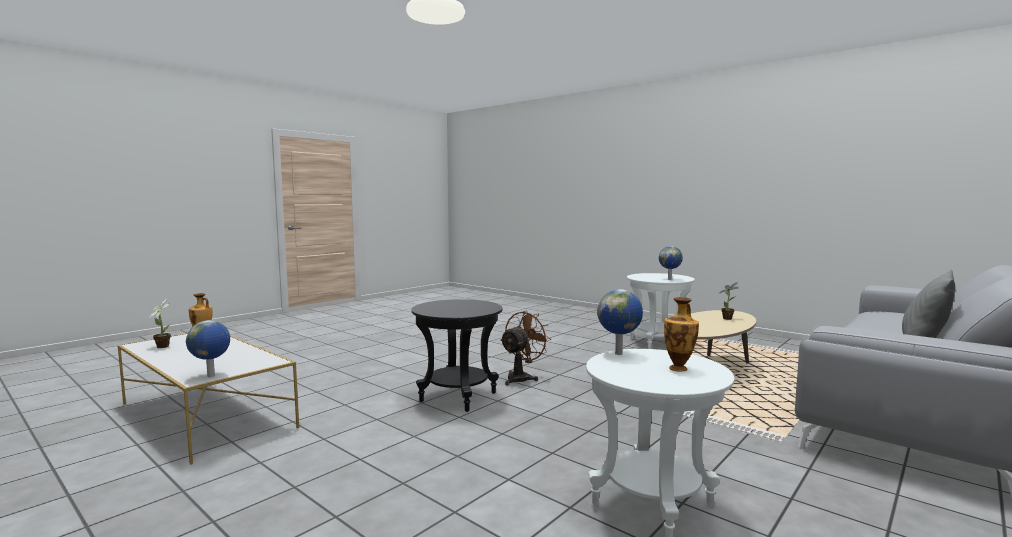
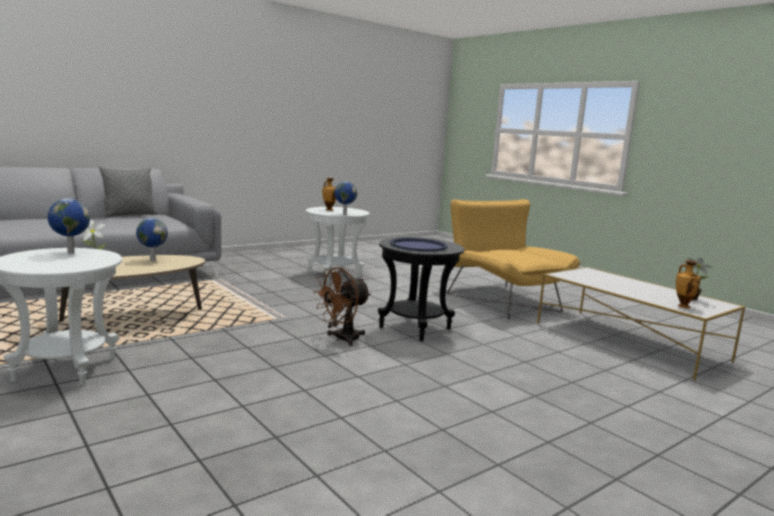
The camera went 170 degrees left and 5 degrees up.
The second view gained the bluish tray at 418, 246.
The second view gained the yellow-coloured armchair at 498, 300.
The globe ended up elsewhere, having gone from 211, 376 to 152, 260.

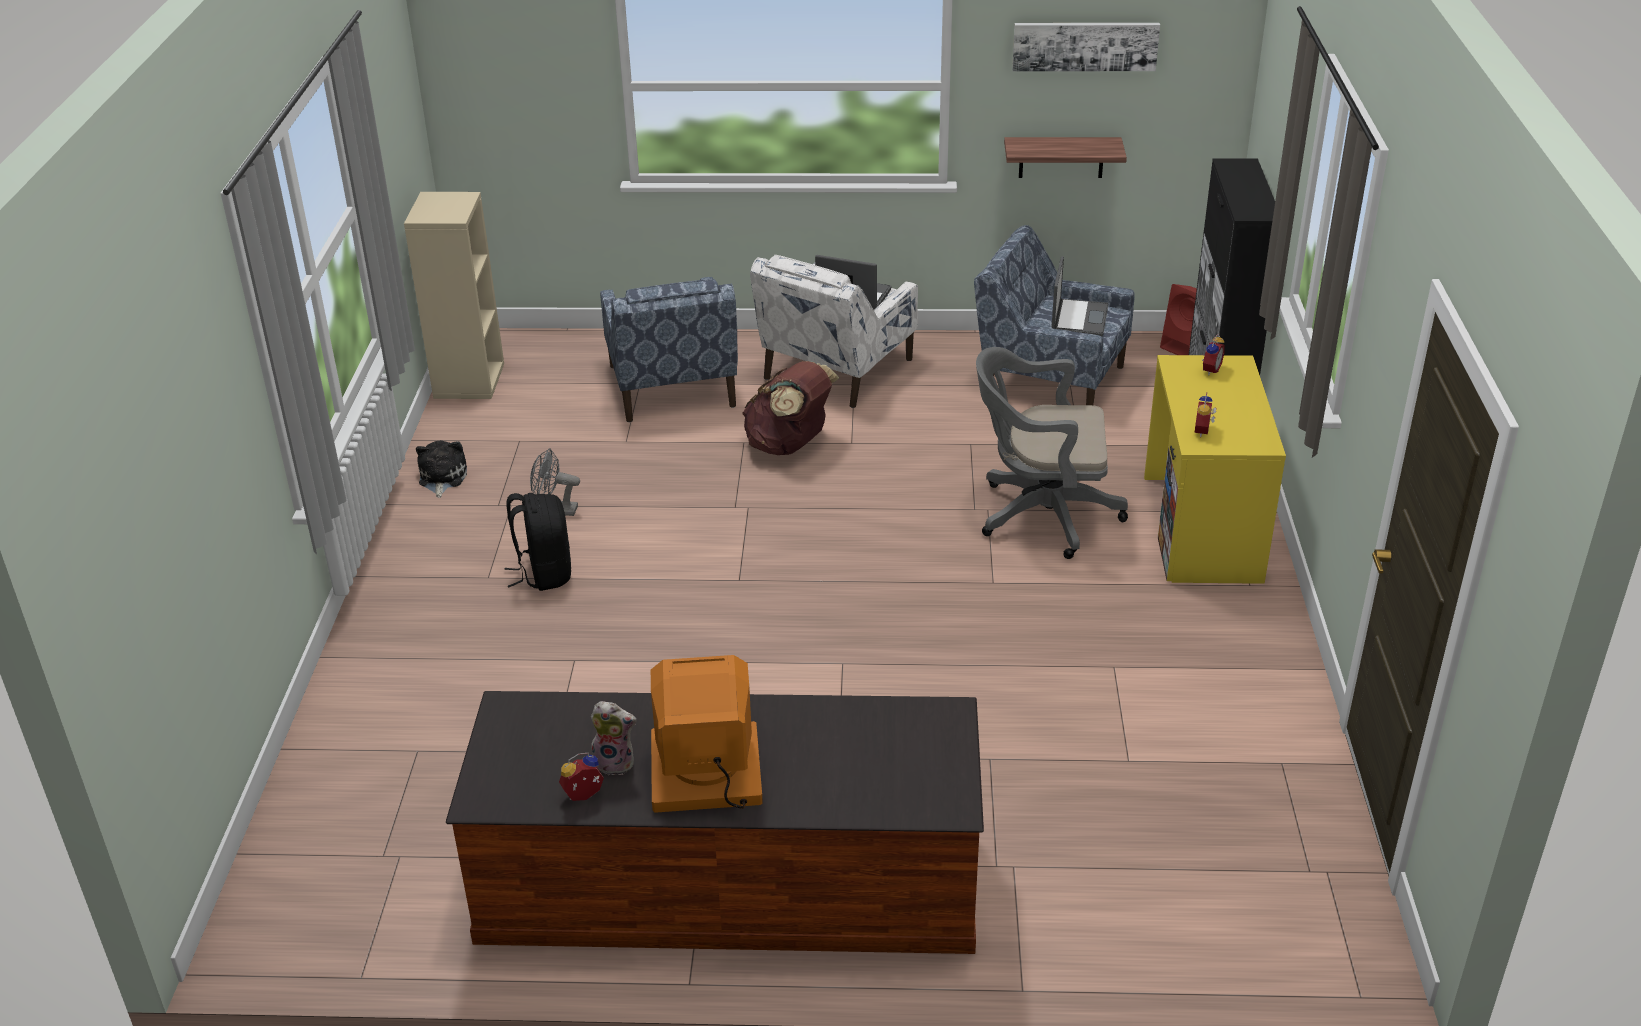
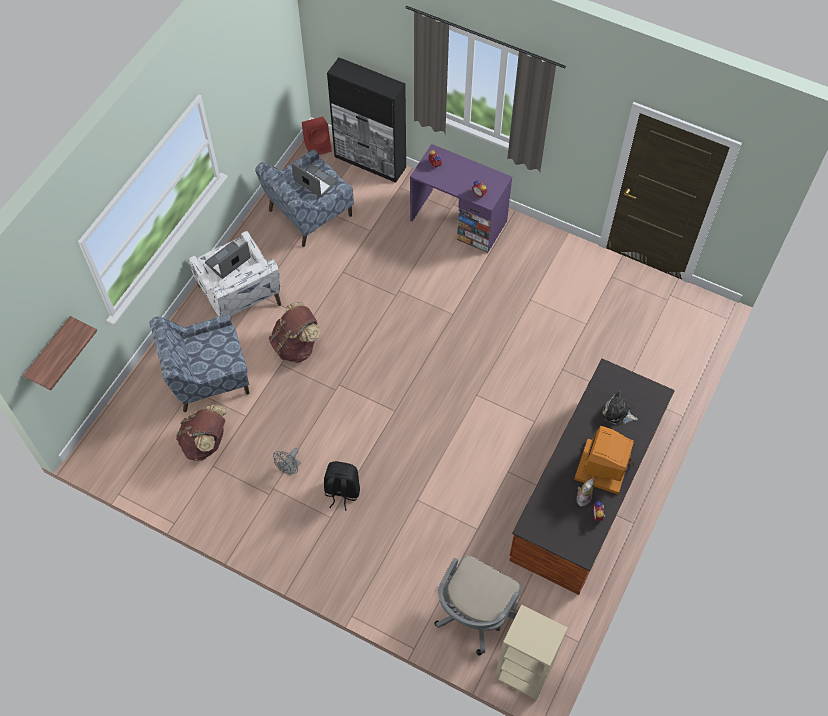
The camera went 65 degrees left and 25 degrees up.
The second view lost the wall picture at 1085, 45.
The second view gained the brownish backpack at 206, 443.
The beige-coloured shelving unit ended up elsewhere, having gone from 468, 380 to 523, 672.
The soft toy ended up elsewhere, having gone from 441, 478 to 617, 413.
The greyish computer chair ended up elsewhere, having gone from 1040, 515 to 474, 615.
The wall shelf ended up elsewhere, having gone from 1061, 157 to 50, 352.
What was the yellow-coloured desk table at 1202, 528 turned into the purple-coloured desk table at 458, 220.
The bluish armchair at 672, 388 ended up facing another way, 150 degrees clockwise from before.

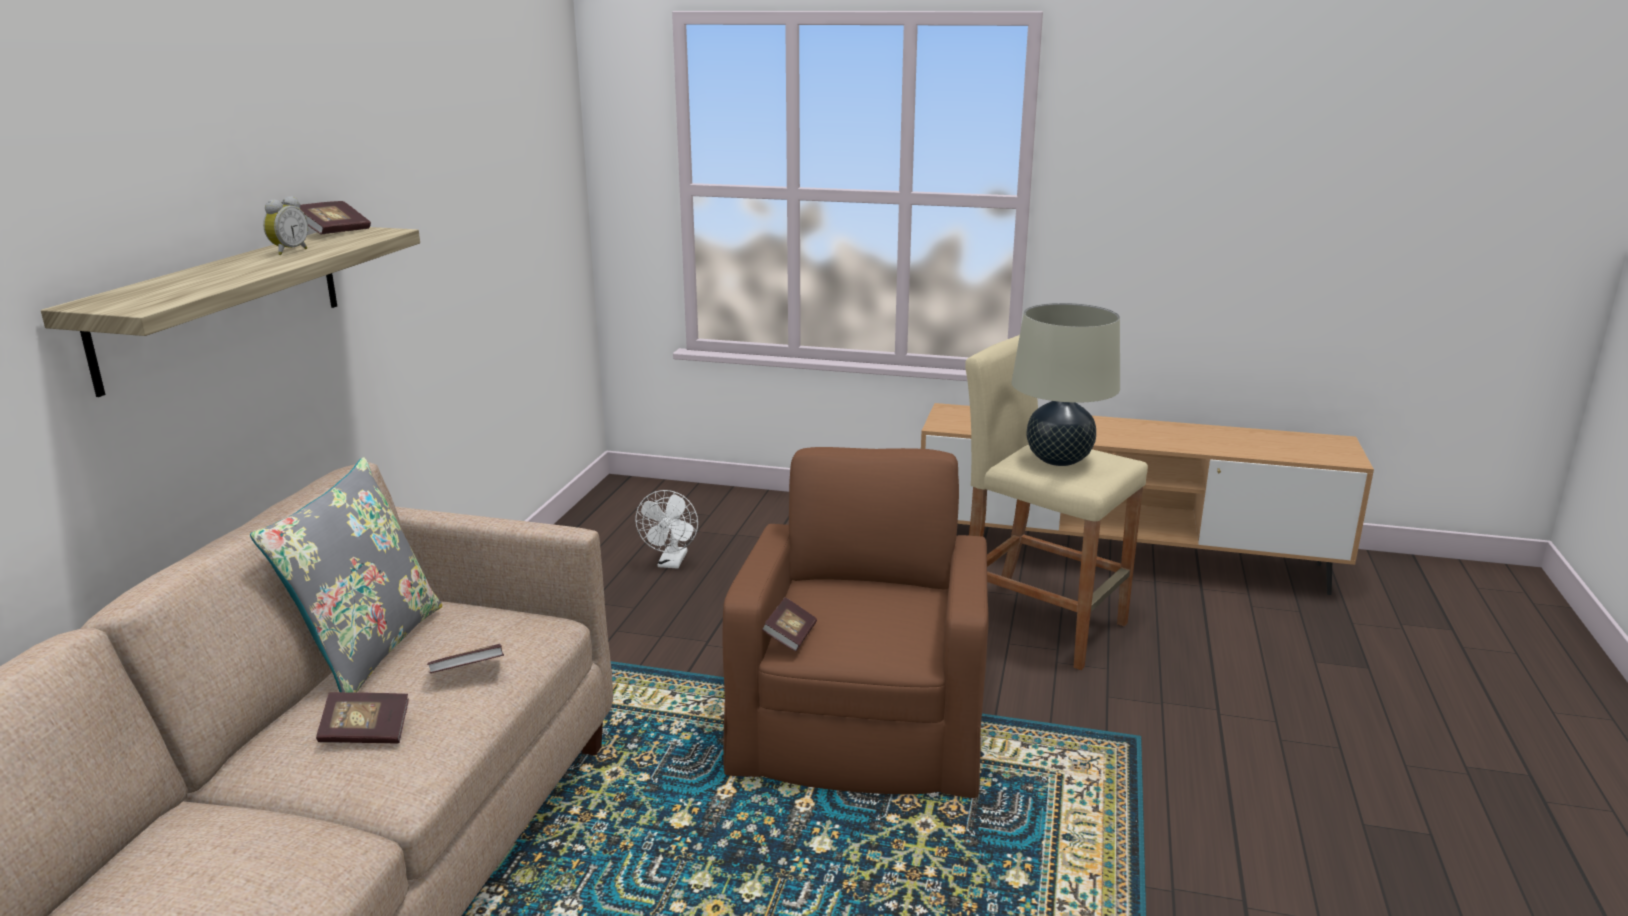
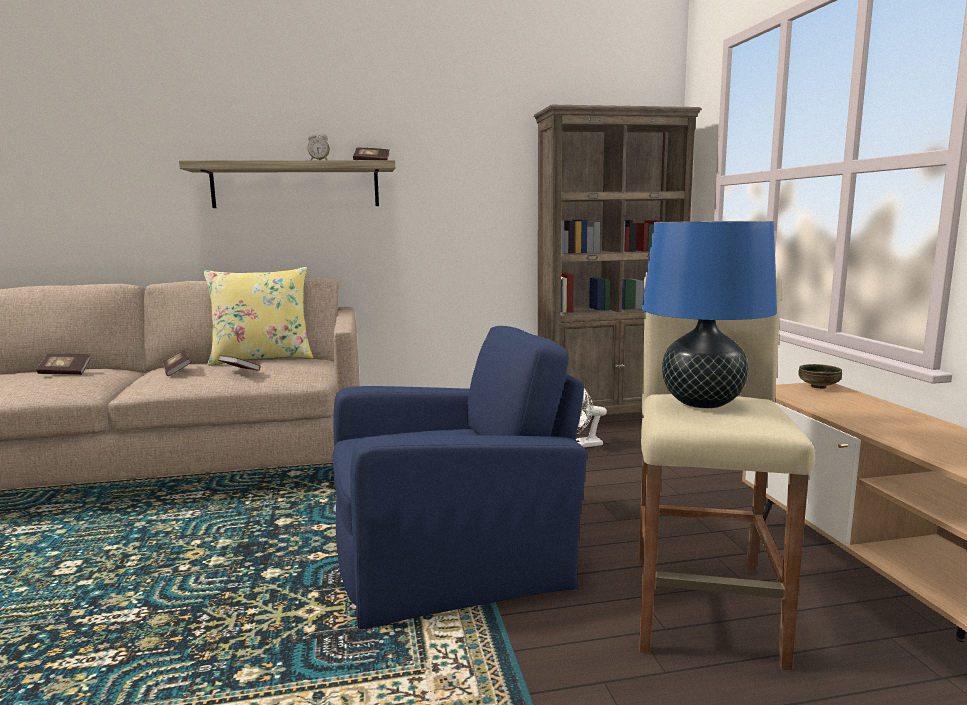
The camera went 65 degrees right and 10 degrees down.
The second view gained the brownish shelving unit at 609, 417.
The second view gained the serving bowl at 819, 387.
The book ended up elsewhere, having gone from 790, 636 to 65, 373.
What was the greyish cushion at 368, 649 turned into the yellow-coloured cushion at 262, 359.
What was the brownish armchair at 862, 714 turned into the bluish armchair at 451, 552.
What was the beige-coloured lamp for a table at 1058, 460 turned into the bluish lamp for a table at 702, 403.

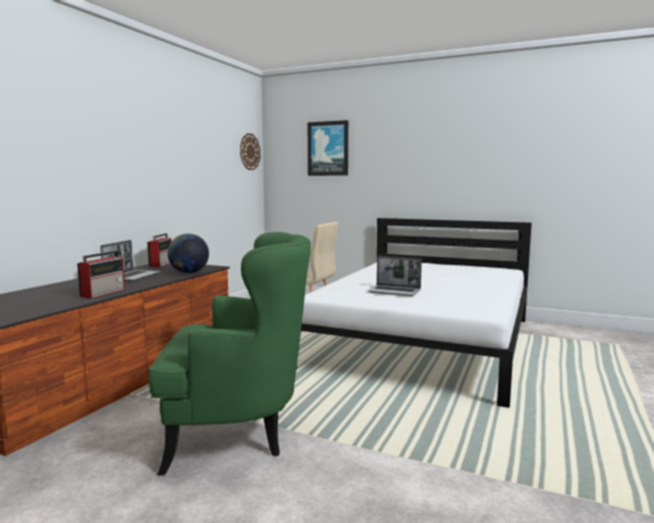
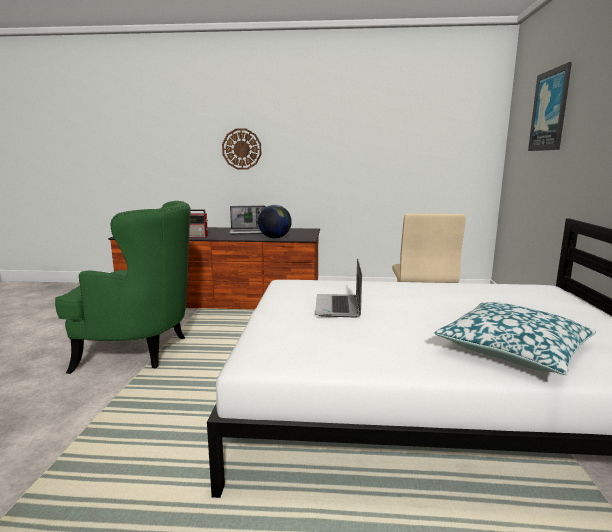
The camera went 70 degrees right and 5 degrees up.
The second view lost the radio receiver at 161, 264.
The second view gained the cushion at 513, 349.
The clock on the wall ended up elsewhere, having gone from 249, 151 to 241, 149.
The green armchair at 238, 432 ended up facing another way, 60 degrees counterclockwise from before.

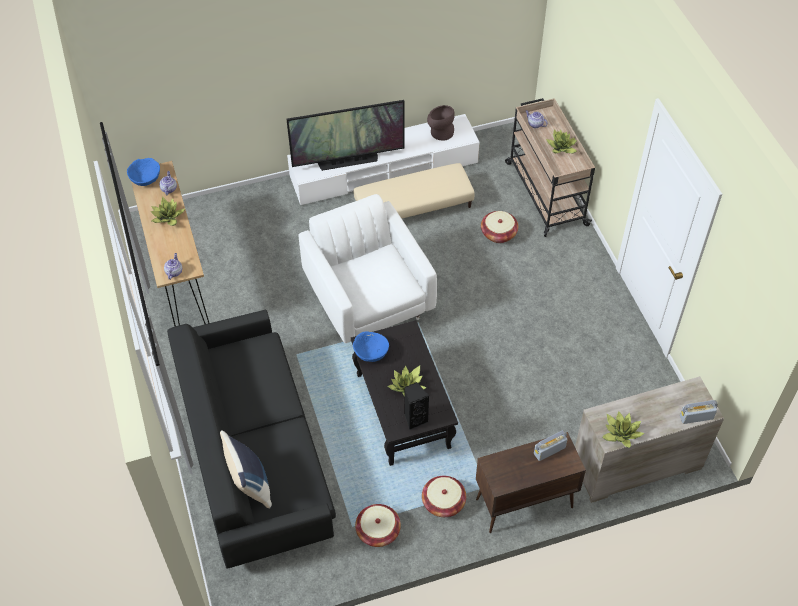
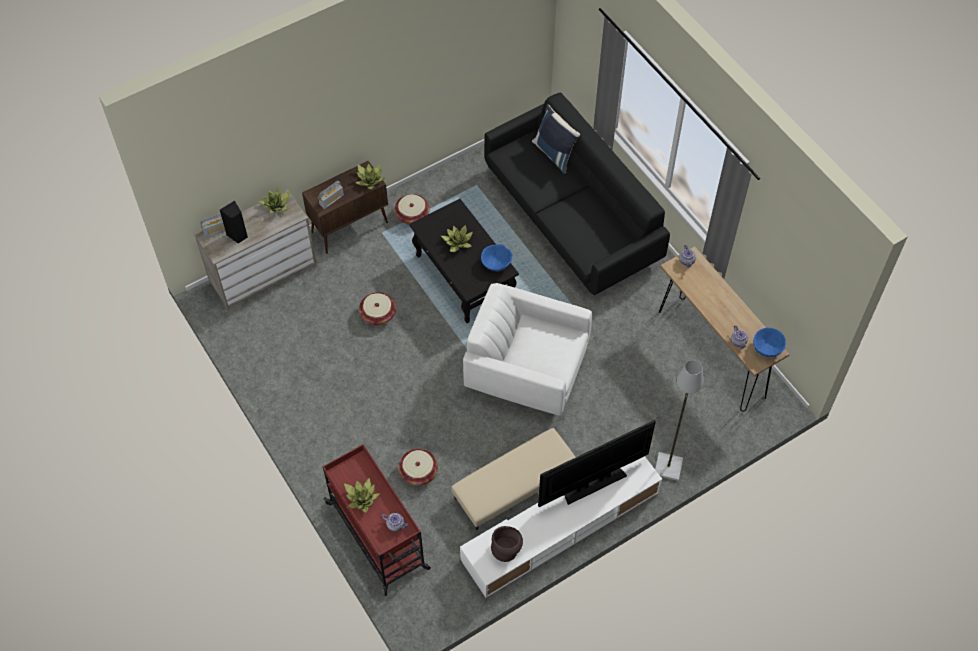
The camera went 165 degrees right and 5 degrees up.
The second view gained the greyish standing lamp at 668, 467.
The plant in a pot ended up elsewhere, having gone from 168, 217 to 370, 179.
The storage basket ended up elsewhere, having gone from 378, 531 to 378, 314.
The black audio speaker ended up elsewhere, having gone from 415, 419 to 238, 235.
What was the beige-coloured trolley at 545, 192 turned into the reddish trolley at 378, 537.
The whitish armchair at 368, 299 ended up facing another way, 150 degrees clockwise from before.

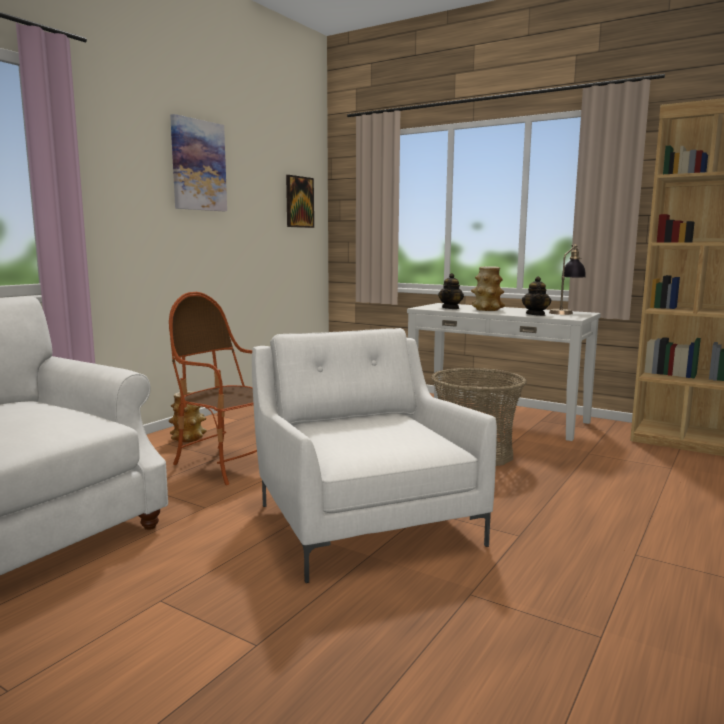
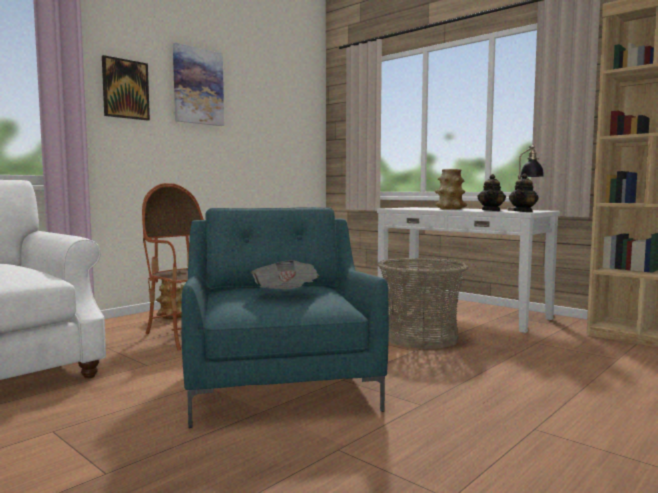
The camera went 10 degrees right and 5 degrees down.
The second view gained the printed paper at 285, 295.
The wall picture ended up elsewhere, having gone from 299, 202 to 125, 89.
The tea pot ended up elsewhere, having gone from 451, 308 to 523, 211.
What was the whitish armchair at 365, 520 turned into the turquoise-coloured armchair at 280, 383.

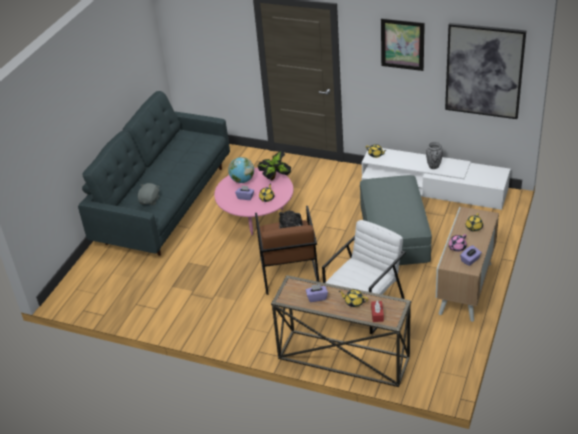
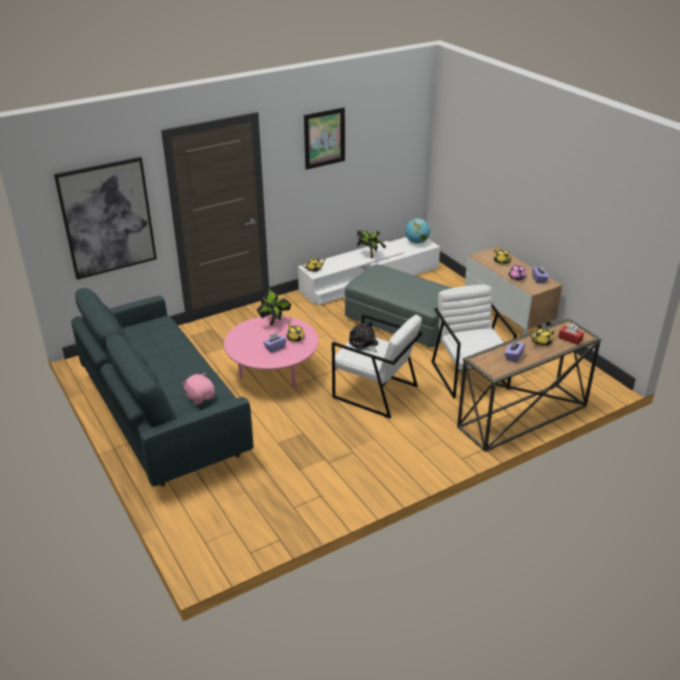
The camera went 55 degrees left and 5 degrees down.
The globe ended up elsewhere, having gone from 242, 180 to 416, 242.
The wall picture ended up elsewhere, having gone from 484, 71 to 107, 218.
Where the decorative vase stood at 433, 166, the plant in a pot came to stand at 370, 255.
What was the greyish soft toy at 150, 201 turned into the pink-coloured soft toy at 200, 397.
What was the brownish armchair at 289, 271 turned into the whitish armchair at 375, 392.

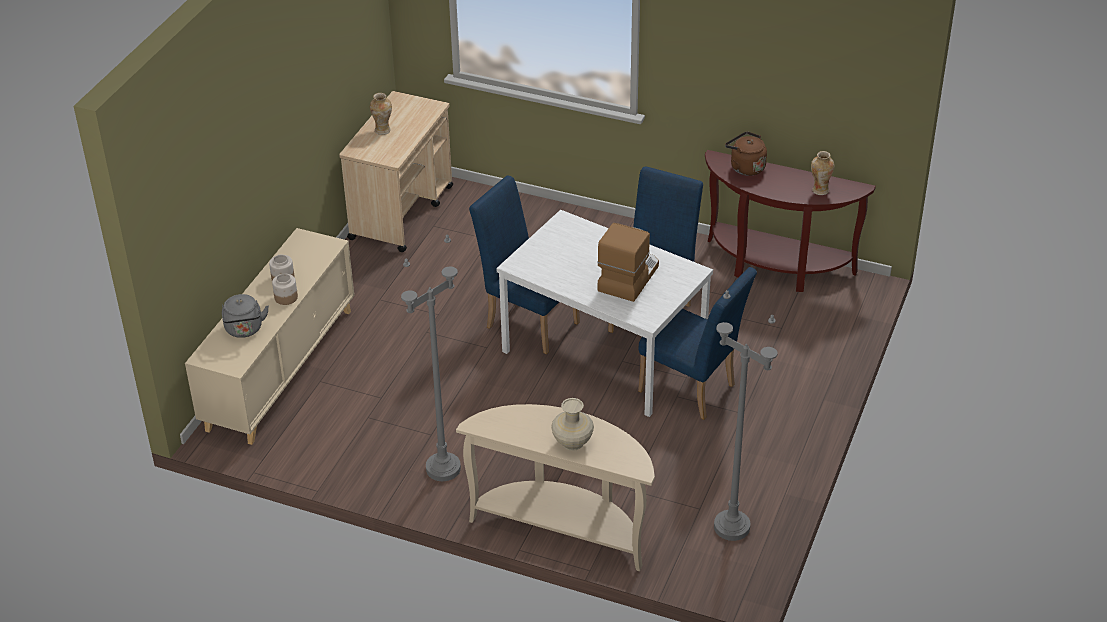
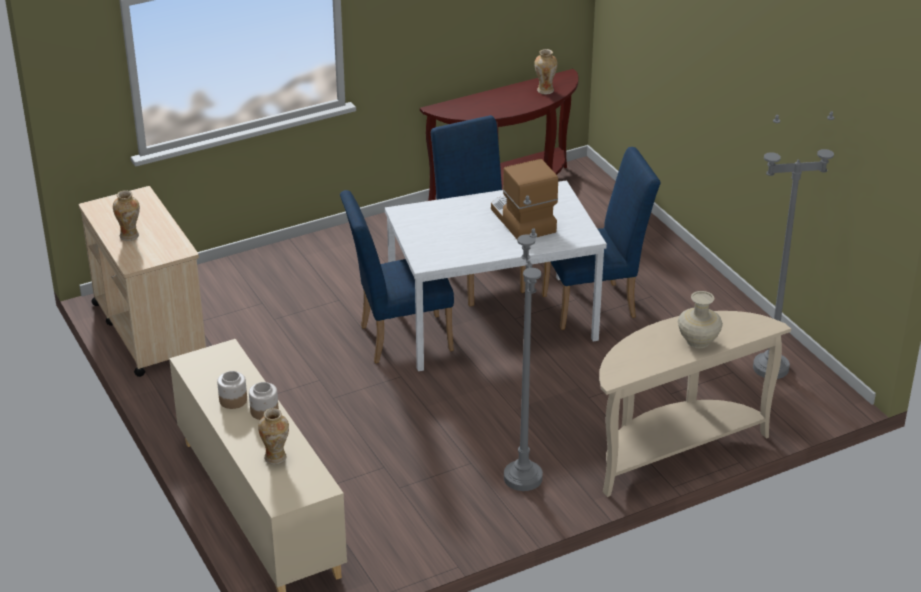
The camera went 50 degrees left and 5 degrees down.
The second view lost the brownish kettle at 745, 167.
Where the greyish kettle stood at 244, 330, the decorative vase came to stand at 276, 458.

